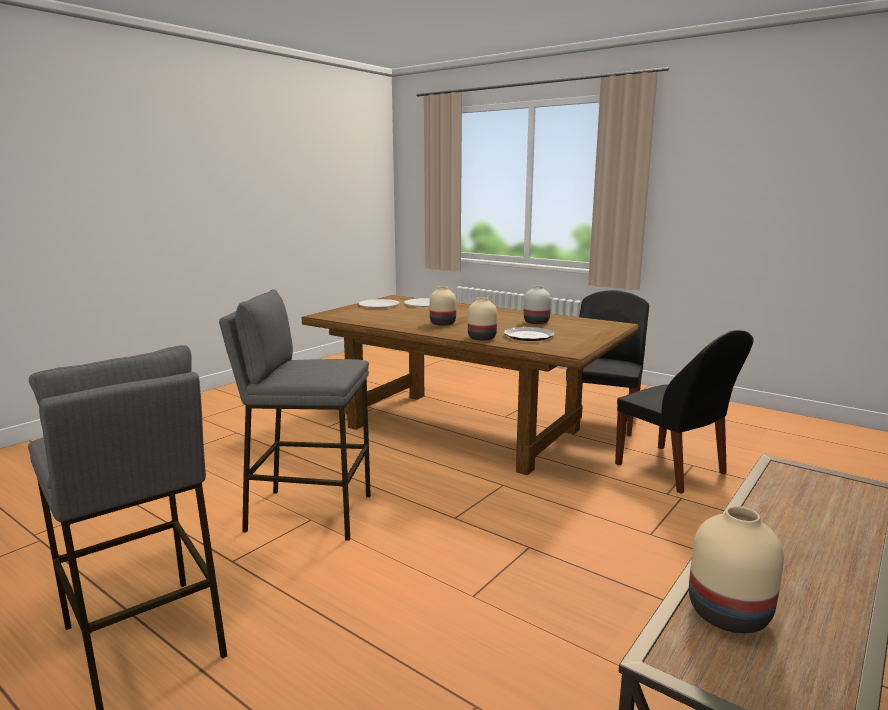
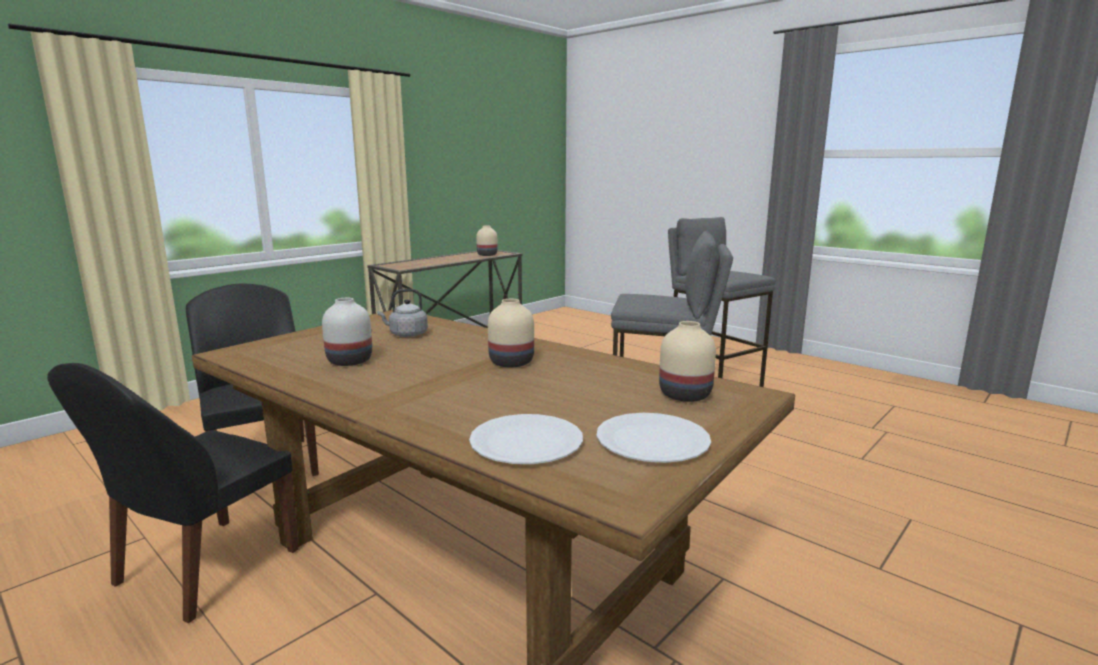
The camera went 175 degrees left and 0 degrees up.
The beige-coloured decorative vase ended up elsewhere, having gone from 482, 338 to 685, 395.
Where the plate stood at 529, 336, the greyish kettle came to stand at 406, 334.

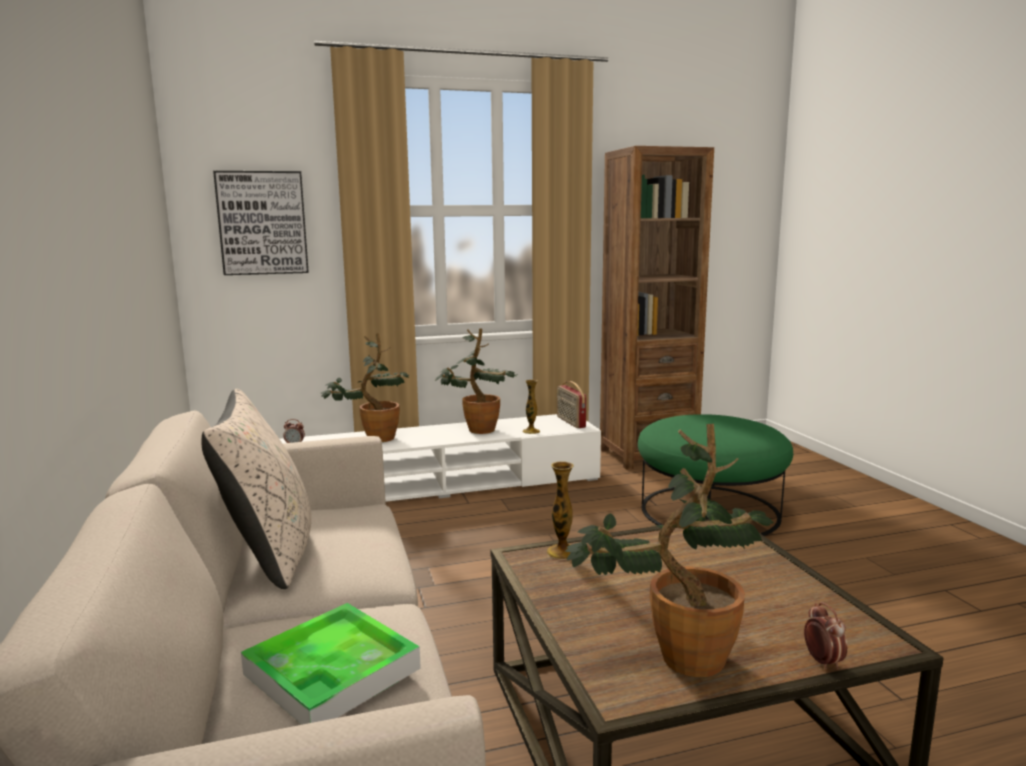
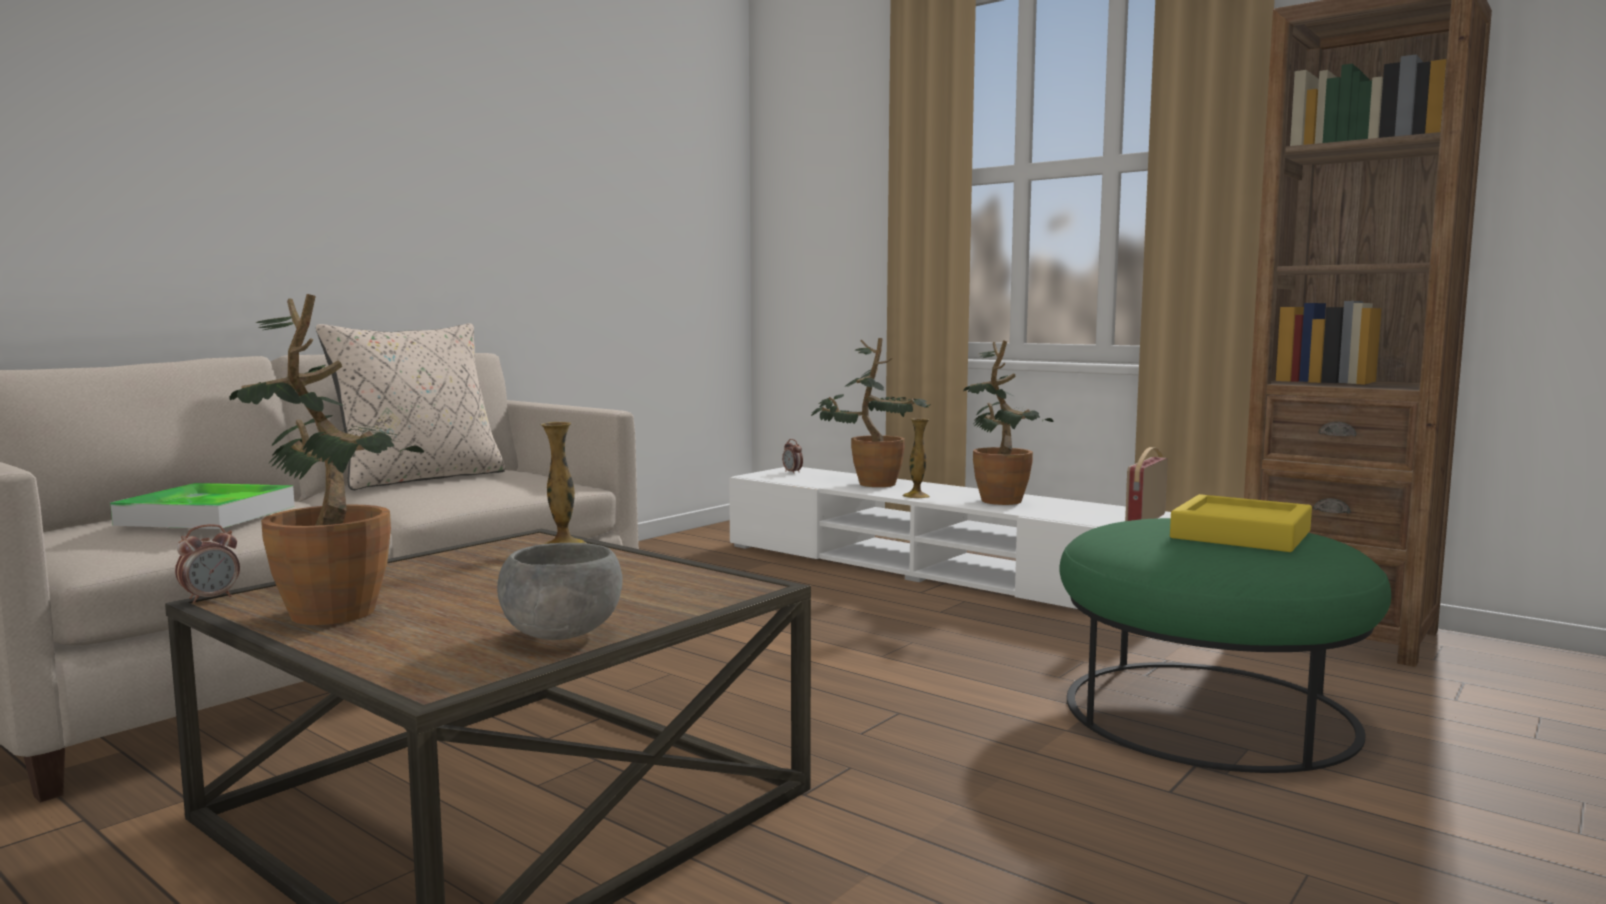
The camera went 55 degrees right and 5 degrees down.
The second view lost the wall picture at 262, 223.
The second view gained the greyish serving bowl at 563, 635.
The second view gained the yellow-coloured tray at 1240, 535.
The decorative vase ended up elsewhere, having gone from 531, 431 to 916, 496.
The table clock ended up elsewhere, having gone from 822, 662 to 210, 598.

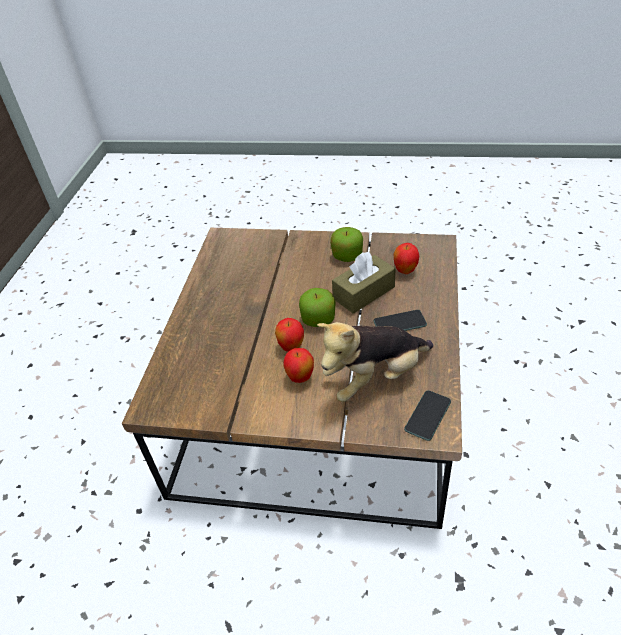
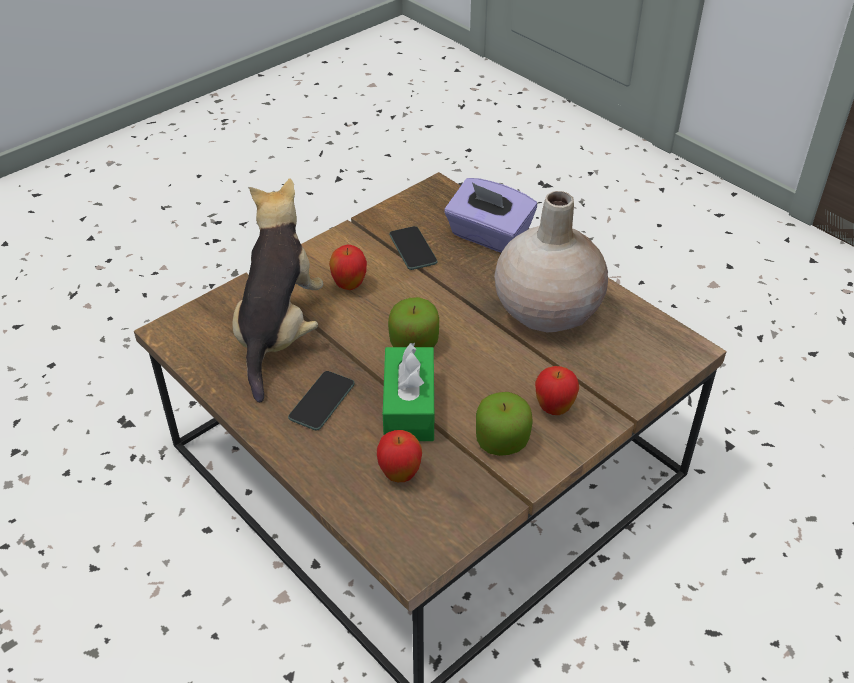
The camera went 125 degrees right and 0 degrees up.
The second view gained the purple-coloured tissue box at 488, 236.
The second view gained the beige-coloured decorative vase at 546, 310.
The whole apple ended up elsewhere, having gone from 291, 347 to 554, 409.
The phone ended up elsewhere, having gone from 427, 415 to 413, 249.
What was the brownish tissue box at 364, 293 turned into the green tissue box at 409, 407.

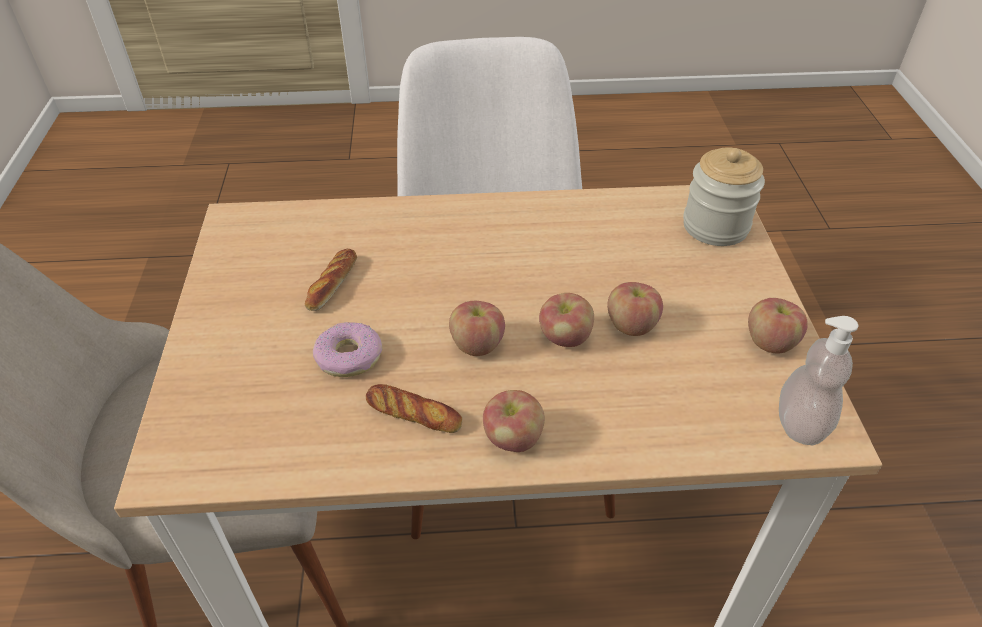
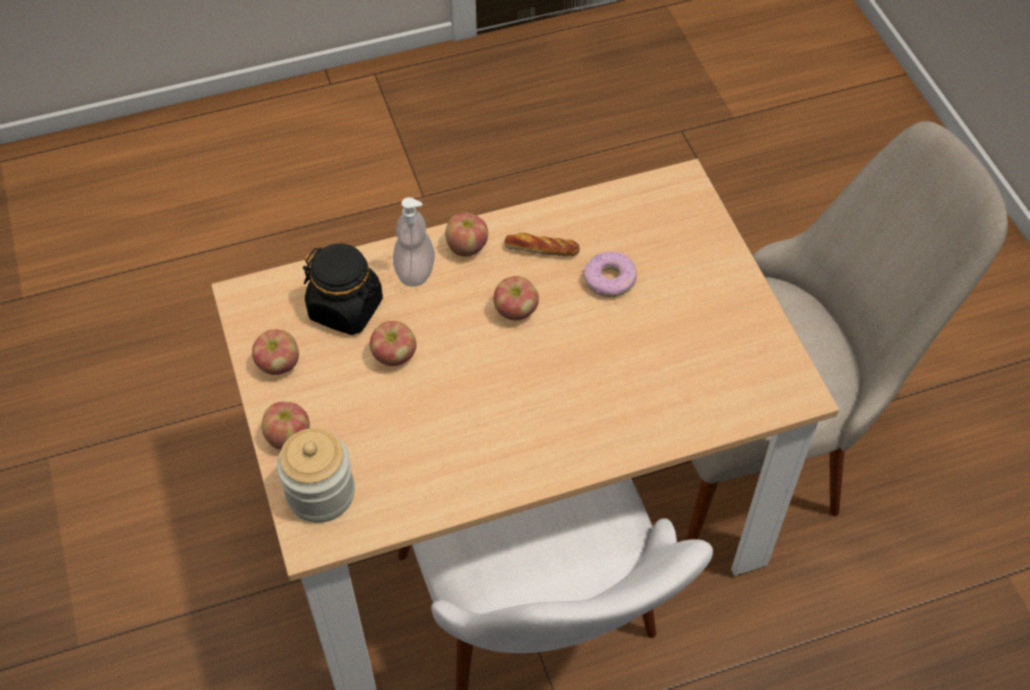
The camera went 165 degrees right and 10 degrees up.
The second view lost the bakery bread at 332, 284.
The second view gained the black preserve jar at 346, 308.
The whole apple ended up elsewhere, having gone from 565, 338 to 288, 436.
The liquid soap bottle ended up elsewhere, having gone from 801, 423 to 415, 271.

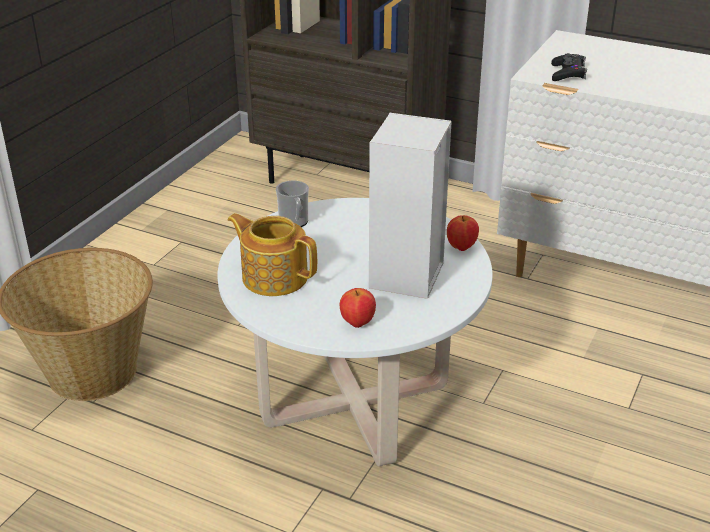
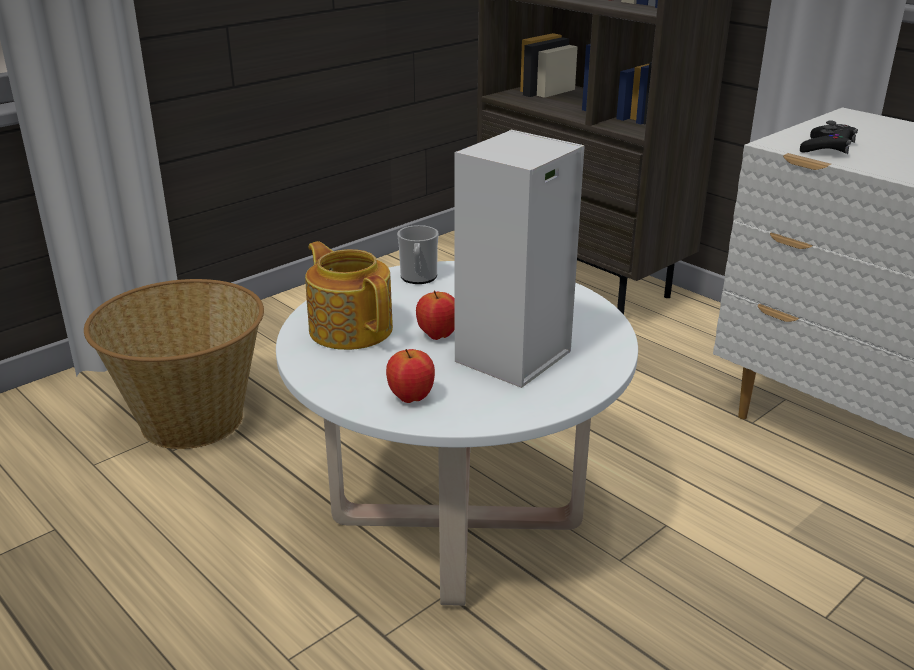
The camera went 20 degrees right and 5 degrees down.
The whole apple ended up elsewhere, having gone from 461, 247 to 437, 335.

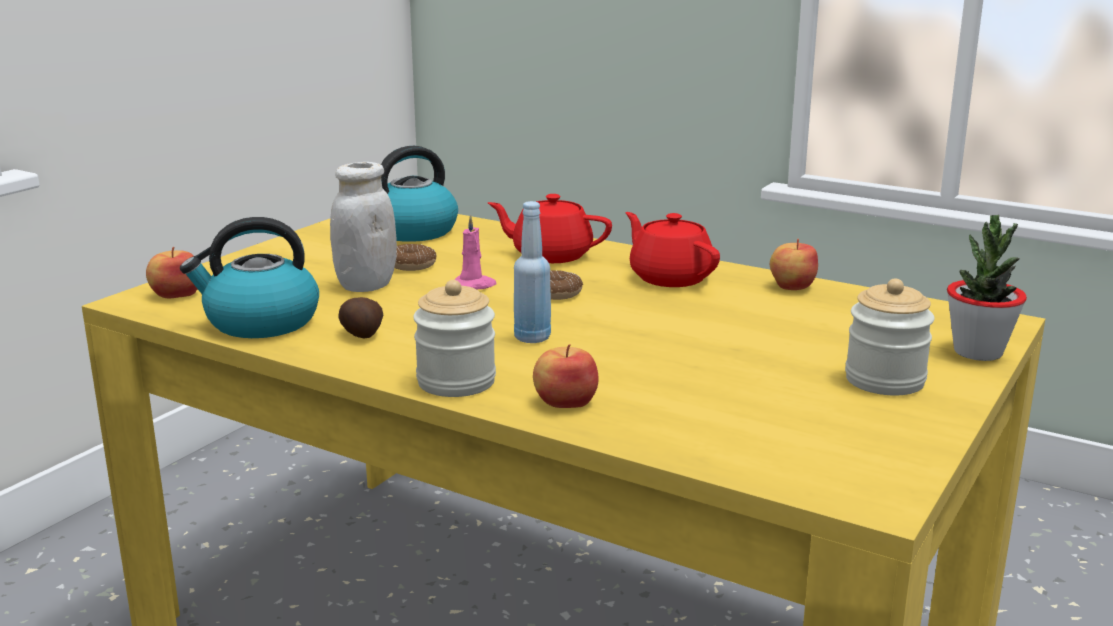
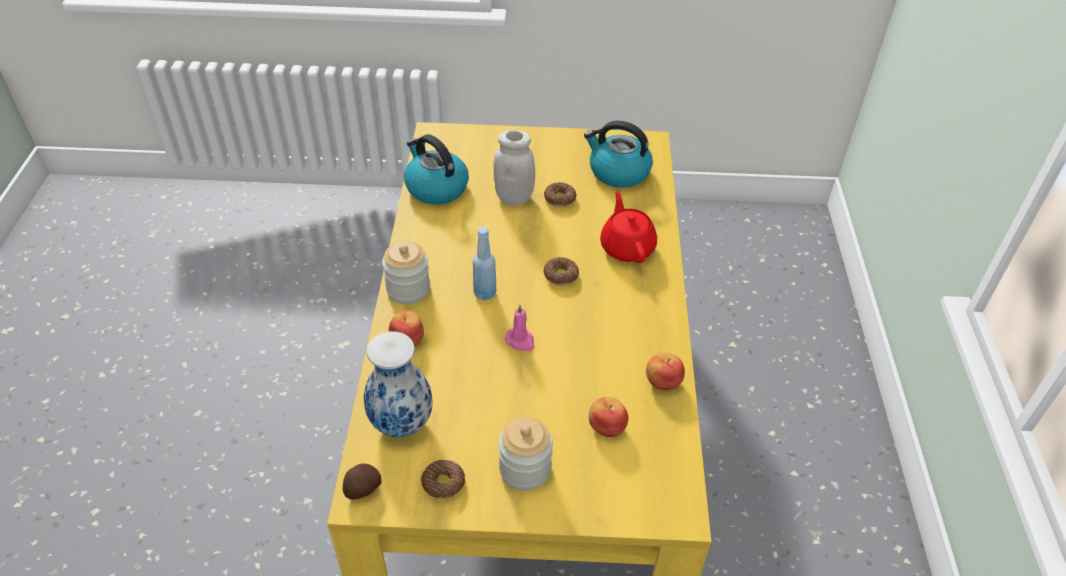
The camera went 60 degrees right and 25 degrees up.
The second view lost the reddish tea pot at 670, 277.
The second view lost the plant in a pot at 978, 352.
The second view gained the decorative vase at 403, 422.
The second view gained the doughnut at 443, 483.
The whole apple ended up elsewhere, having gone from 176, 295 to 607, 426.
The potato ended up elsewhere, having gone from 362, 335 to 362, 489.
The pink-coloured wax light ended up elsewhere, having gone from 474, 285 to 520, 341.

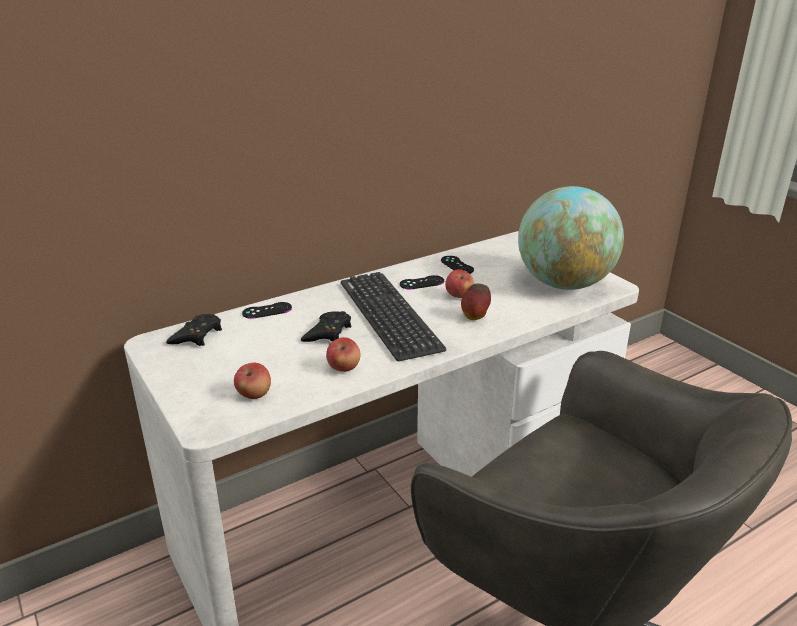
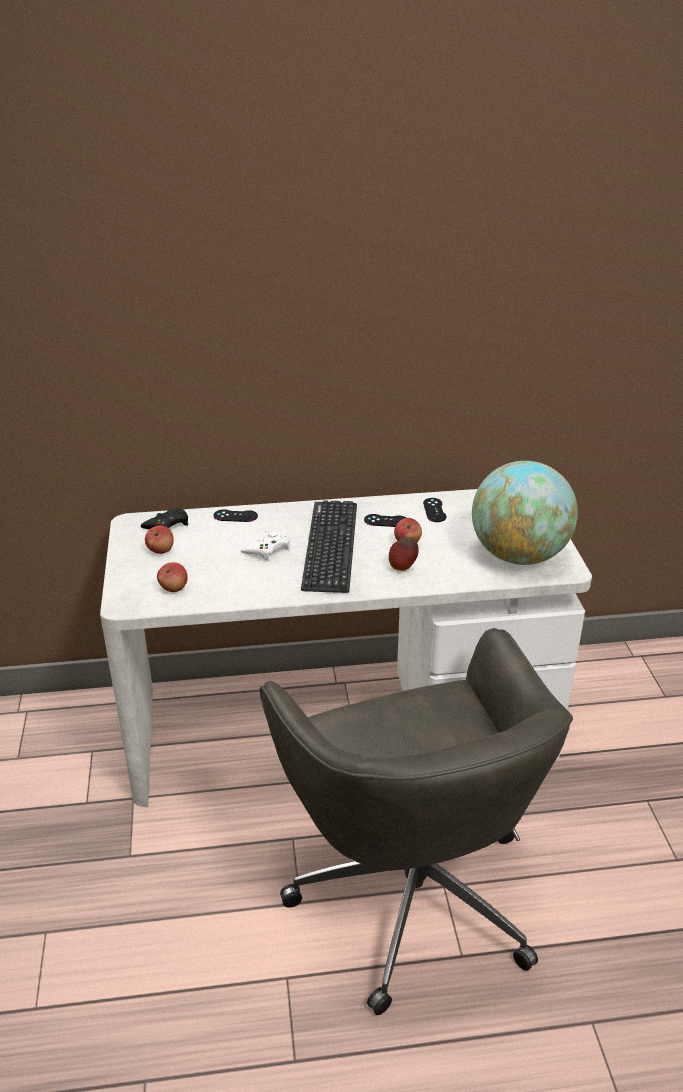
The camera went 25 degrees right and 5 degrees up.
The whole apple ended up elsewhere, having gone from 344, 368 to 161, 551.
What was the black gamepad at 328, 333 turned into the whitish gamepad at 268, 549.

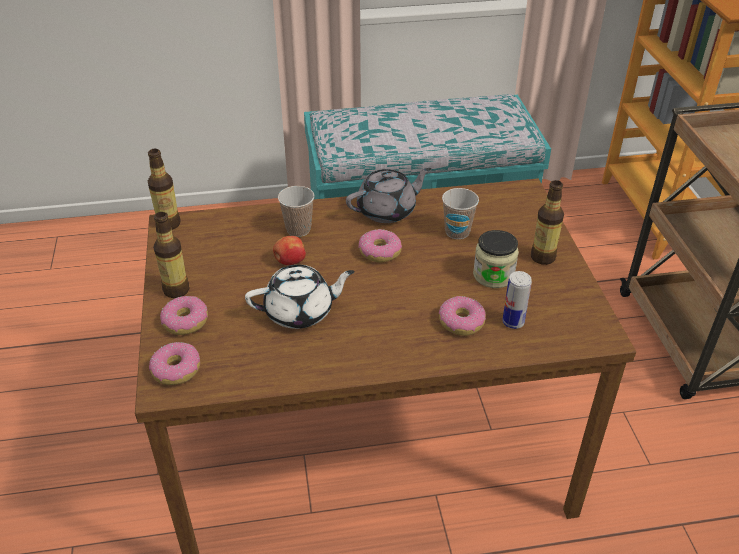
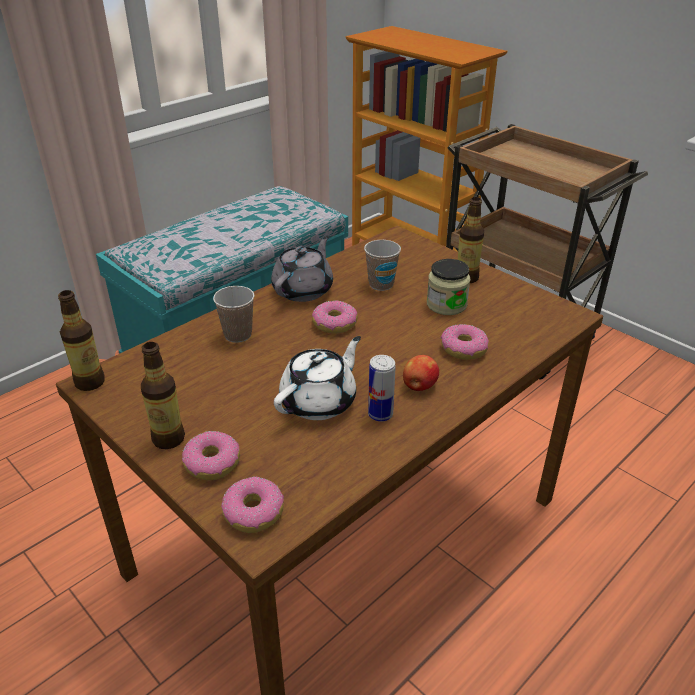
The camera went 35 degrees left and 5 degrees down.
The whole apple ended up elsewhere, having gone from 289, 262 to 419, 386.
The can ended up elsewhere, having gone from 513, 322 to 380, 414.

